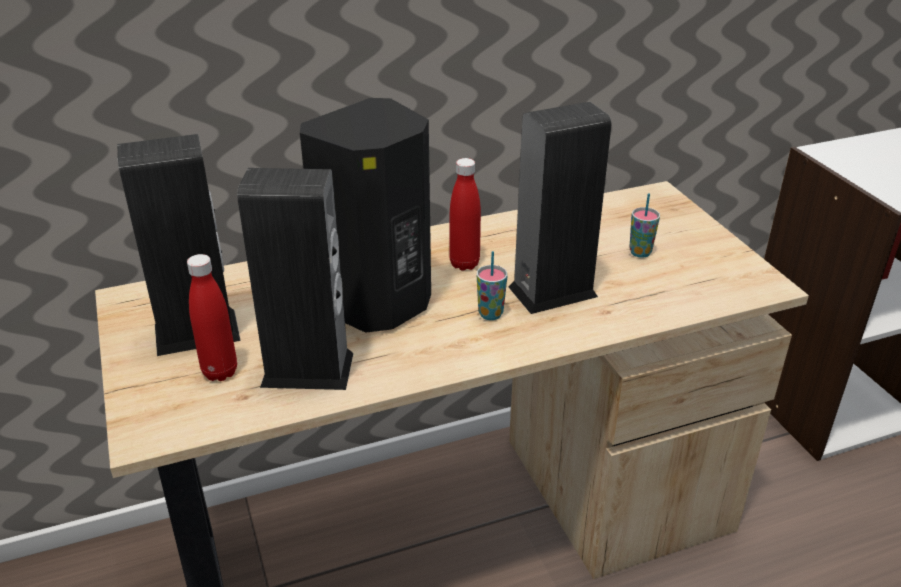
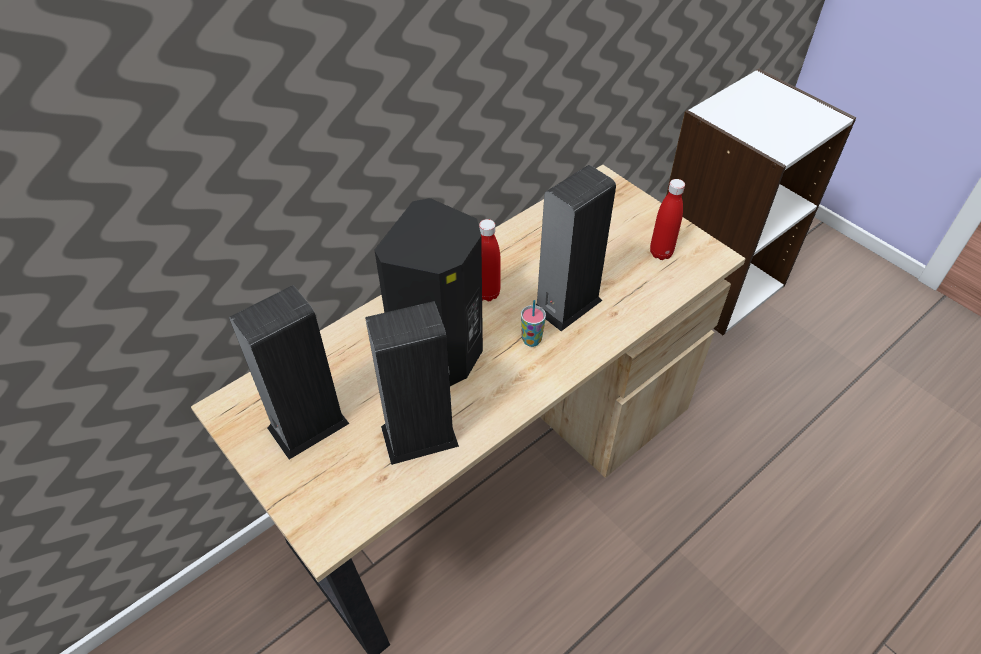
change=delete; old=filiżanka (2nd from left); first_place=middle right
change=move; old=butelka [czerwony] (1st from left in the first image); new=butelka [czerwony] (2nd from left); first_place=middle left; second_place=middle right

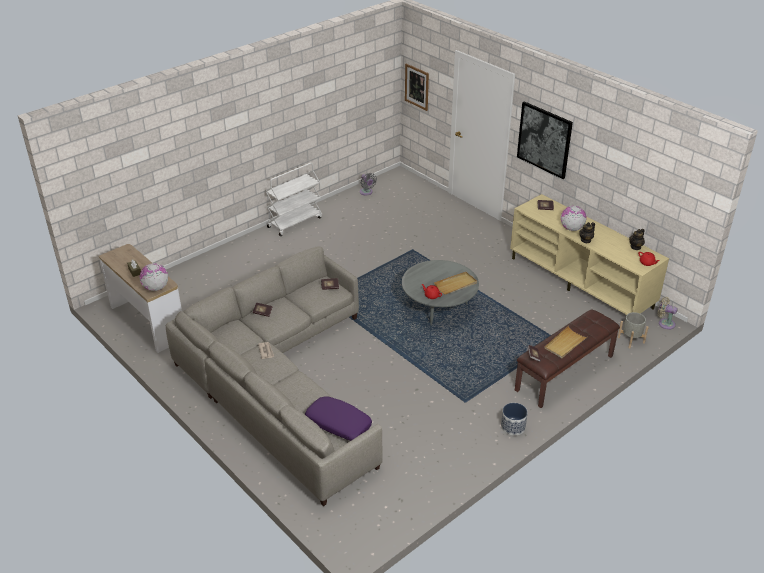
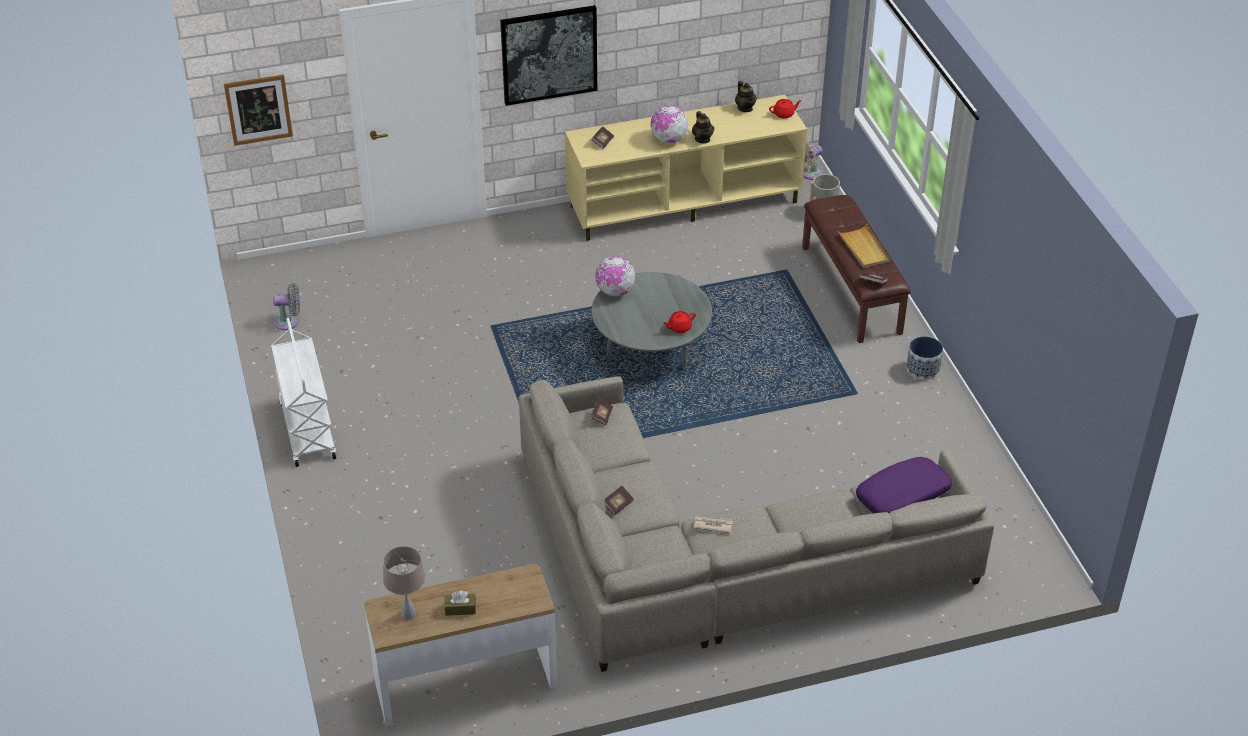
change=delete; old=taca [beżowy] (1st from left); first_place=centre
change=insert; new=lampa stołowa [beżowy]; second_place=bottom left
change=move; old=globus (1st from left); first_place=middle left; second_place=centre

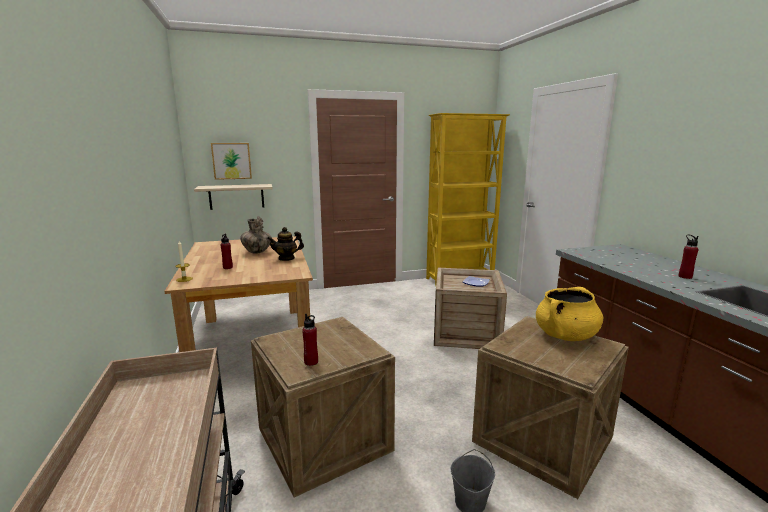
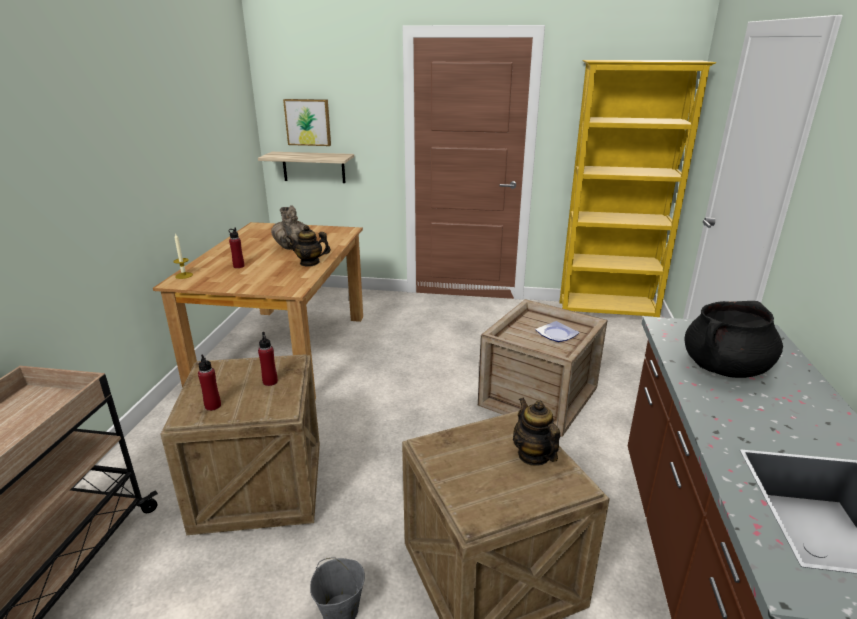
change=insert; new=garnek [czarny]; second_place=middle right
change=move; old=butelka [czerwony] (3rd from left); first_place=middle right; second_place=middle left
change=replace; old=garnek [żółty]; new=imbryk (2nd from left); first_place=middle right; second_place=bottom centre

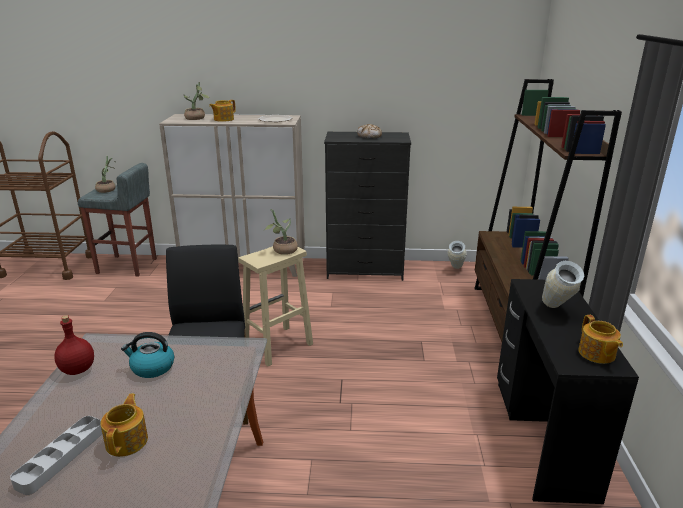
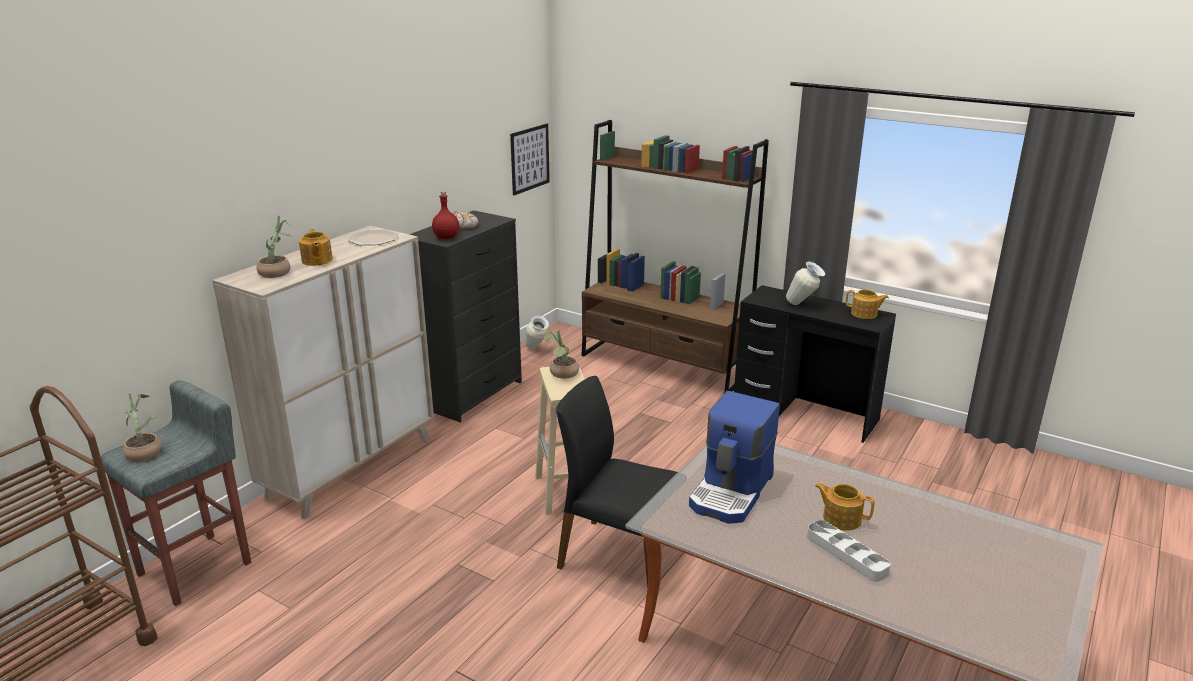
change=insert; new=obraz; second_place=top centre
change=move; old=butelka [czerwony]; first_place=bottom left; second_place=top centre
change=replace; old=czajnik; new=ekspres do kawy; first_place=bottom left; second_place=bottom centre

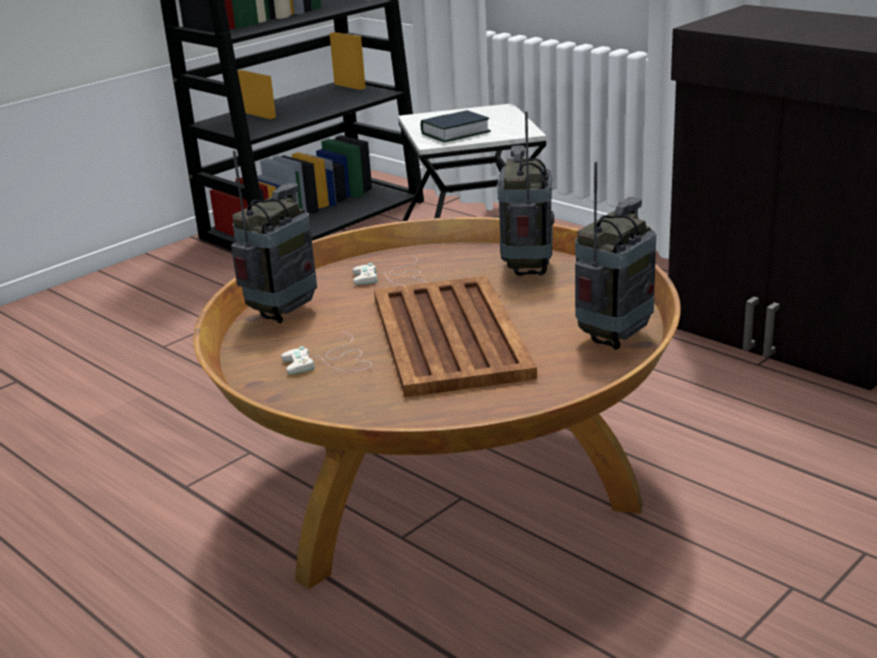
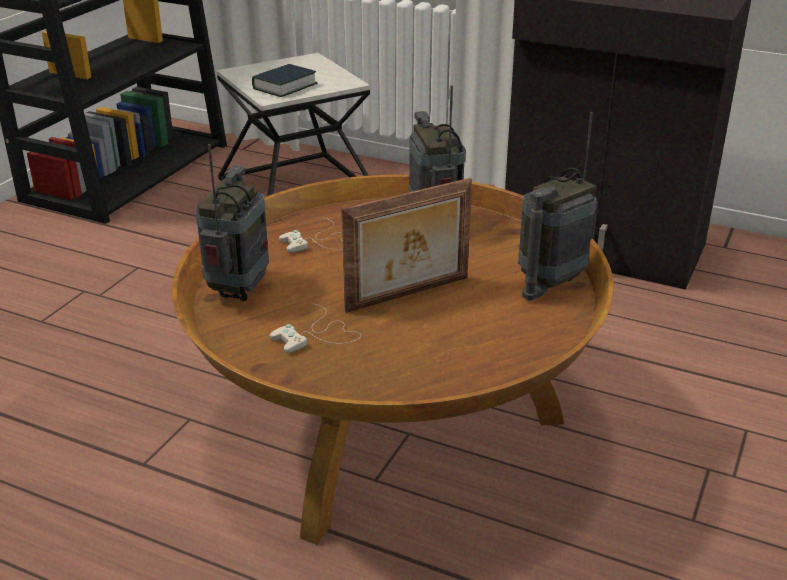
change=replace; old=taca [brązowy]; new=ramka na zdjęcie; first_place=centre; second_place=centre
change=rotate; old=radio (3rd from left); first_place=middle right; second_place=middle right; degrees=-150

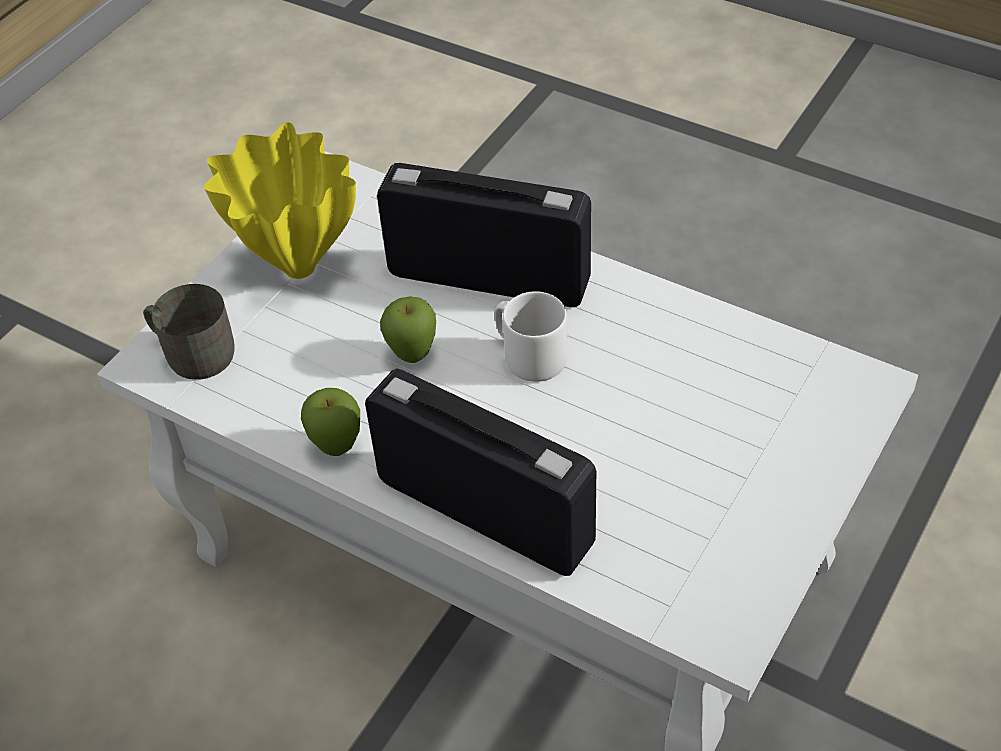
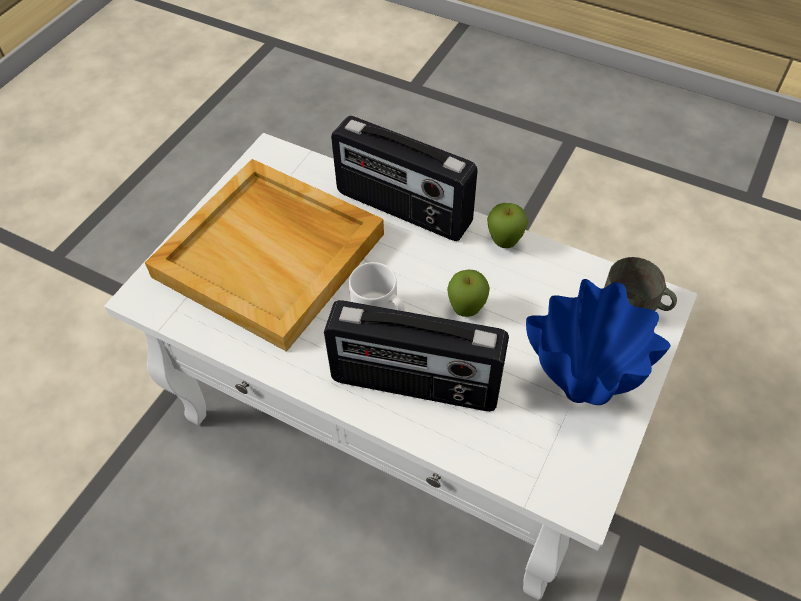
change=insert; new=taca [beżowy]; second_place=middle left
change=recolor; old=wazon [żółty]; new=wazon [niebieski]; first_place=top left; second_place=middle right

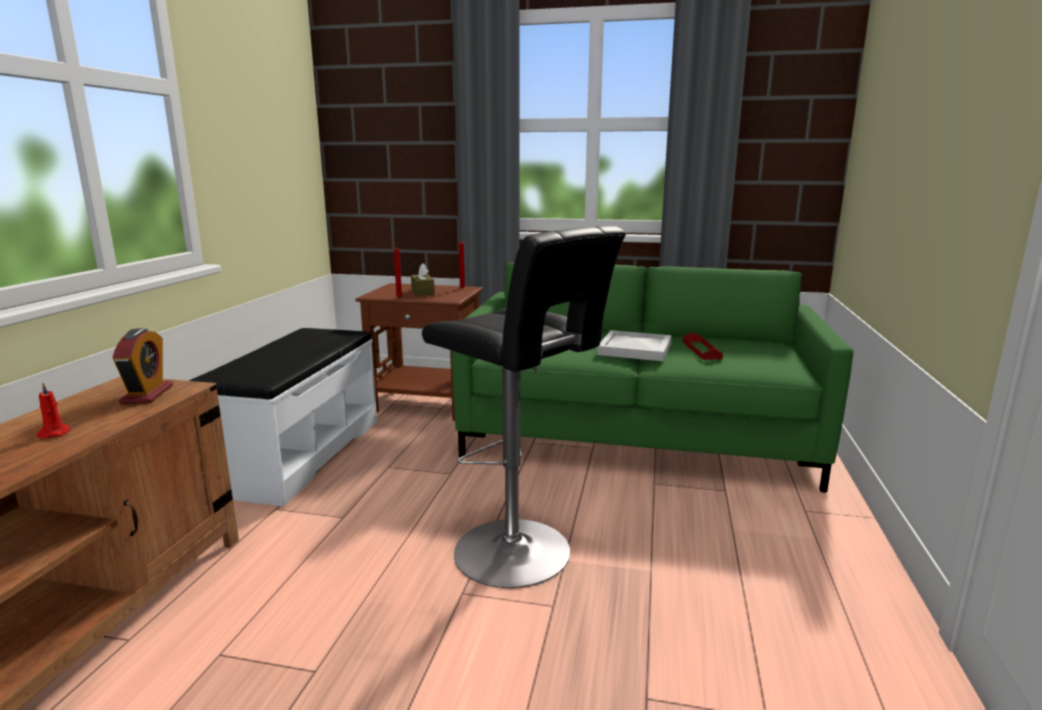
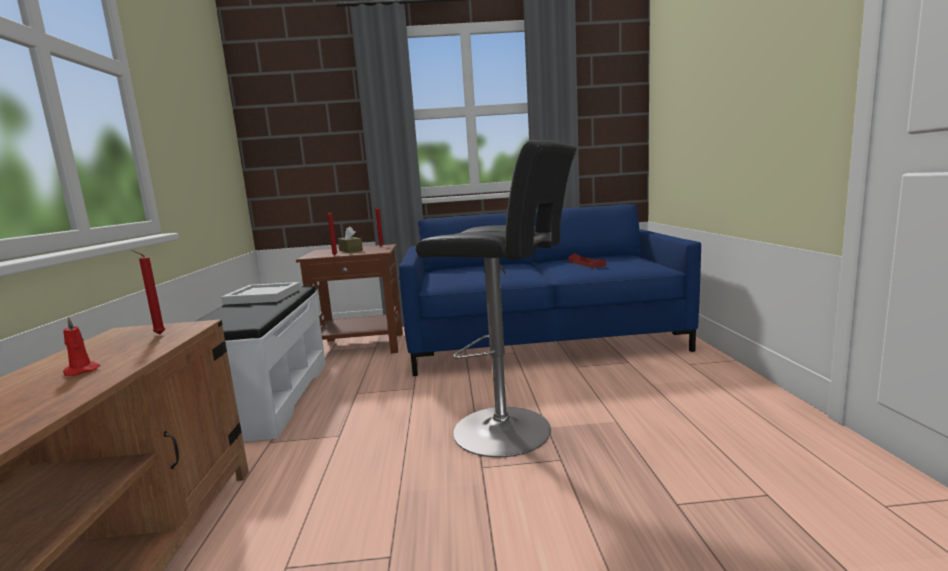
change=move; old=taca [biały]; first_place=centre; second_place=middle left
change=replace; old=budzik; new=świeca [czerwony] (2nd from left); first_place=middle left; second_place=middle left
change=recolor; old=kanapa [zielony]; new=kanapa [niebieski]; first_place=centre; second_place=centre

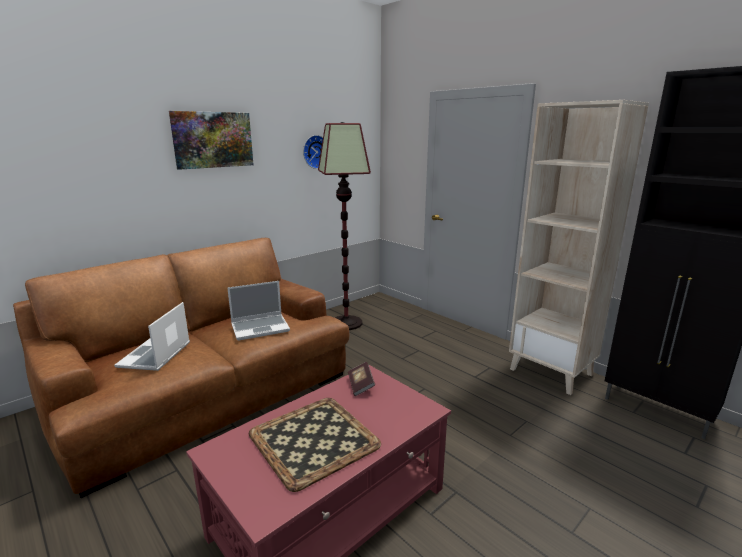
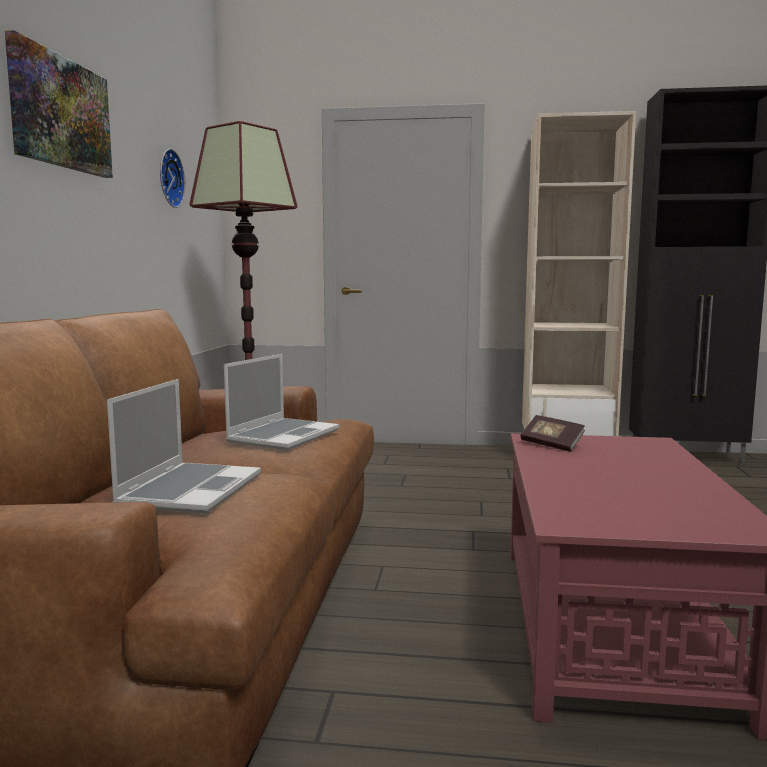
change=delete; old=taca; first_place=bottom centre
change=rotate; old=laptop (1st from left); first_place=middle left; second_place=middle left; degrees=-135

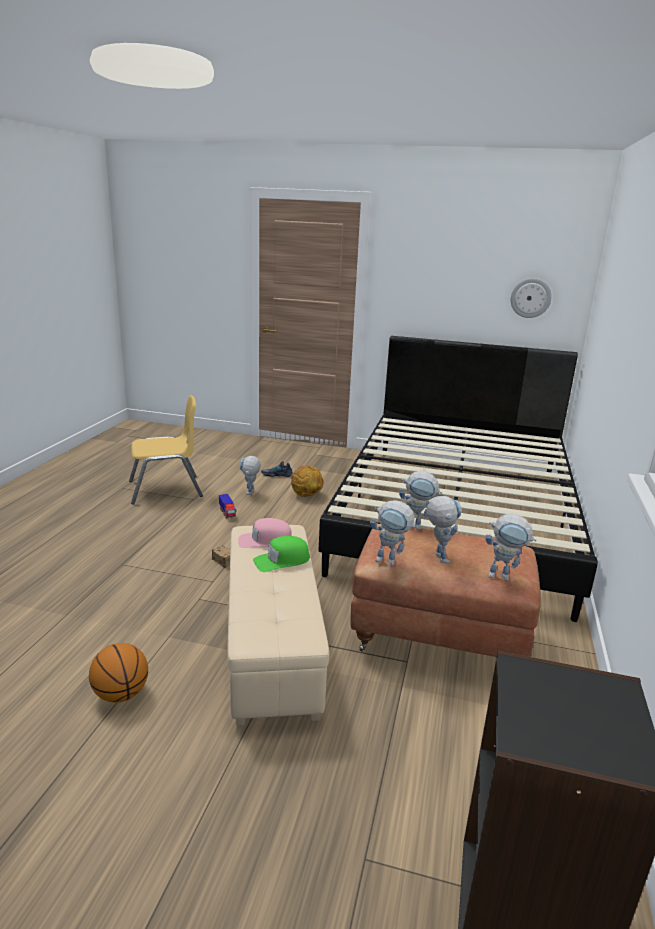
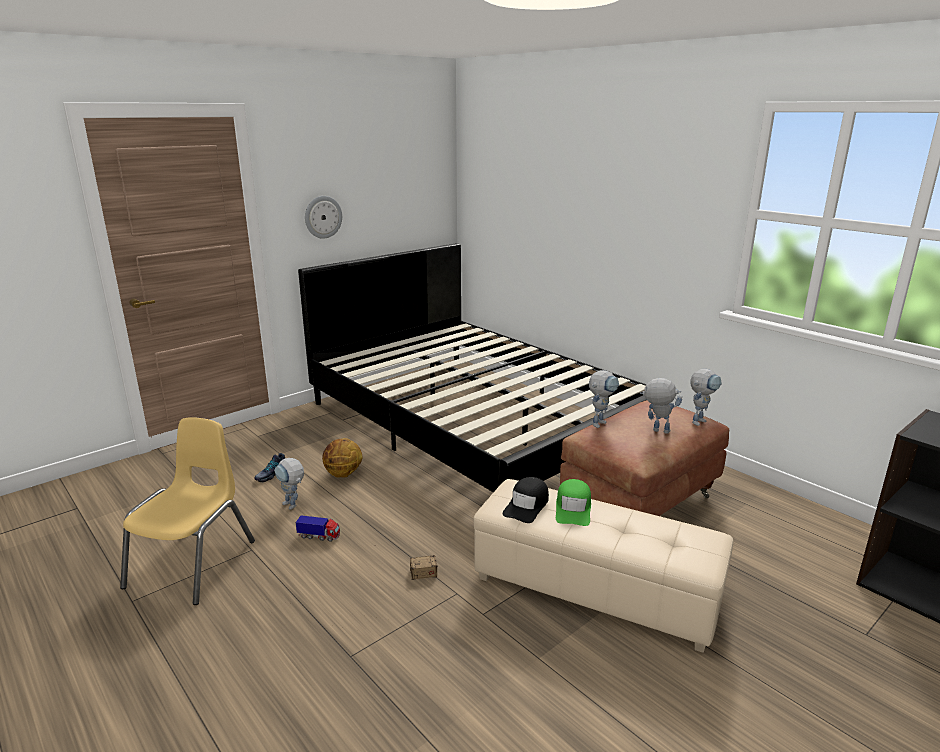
change=delete; old=piłka do koszykówki (1st from left); first_place=bottom left
change=delete; old=robot zabawkowy (2nd from left); first_place=centre
change=move; old=zegar ścienny; first_place=top right; second_place=top centre
change=recolor; old=czapka z daszkiem [różowy]; new=czapka z daszkiem [czarny]; first_place=centre; second_place=centre

